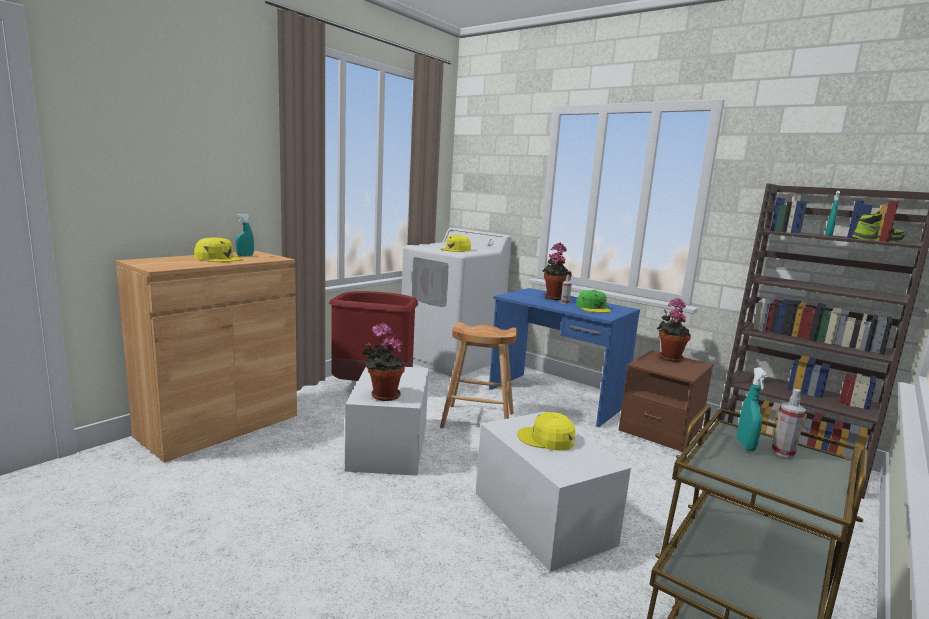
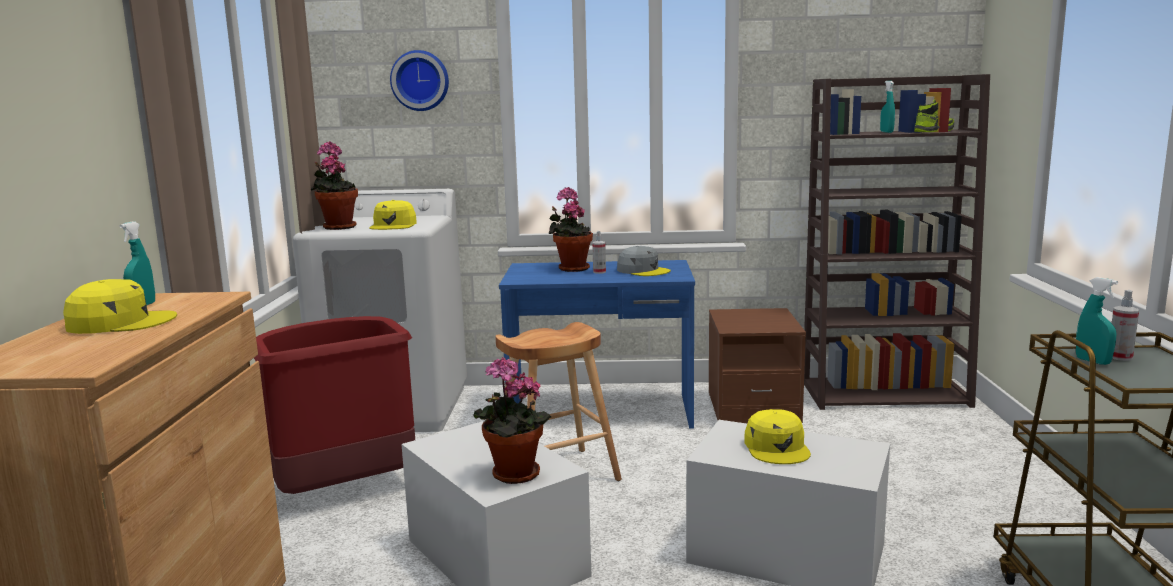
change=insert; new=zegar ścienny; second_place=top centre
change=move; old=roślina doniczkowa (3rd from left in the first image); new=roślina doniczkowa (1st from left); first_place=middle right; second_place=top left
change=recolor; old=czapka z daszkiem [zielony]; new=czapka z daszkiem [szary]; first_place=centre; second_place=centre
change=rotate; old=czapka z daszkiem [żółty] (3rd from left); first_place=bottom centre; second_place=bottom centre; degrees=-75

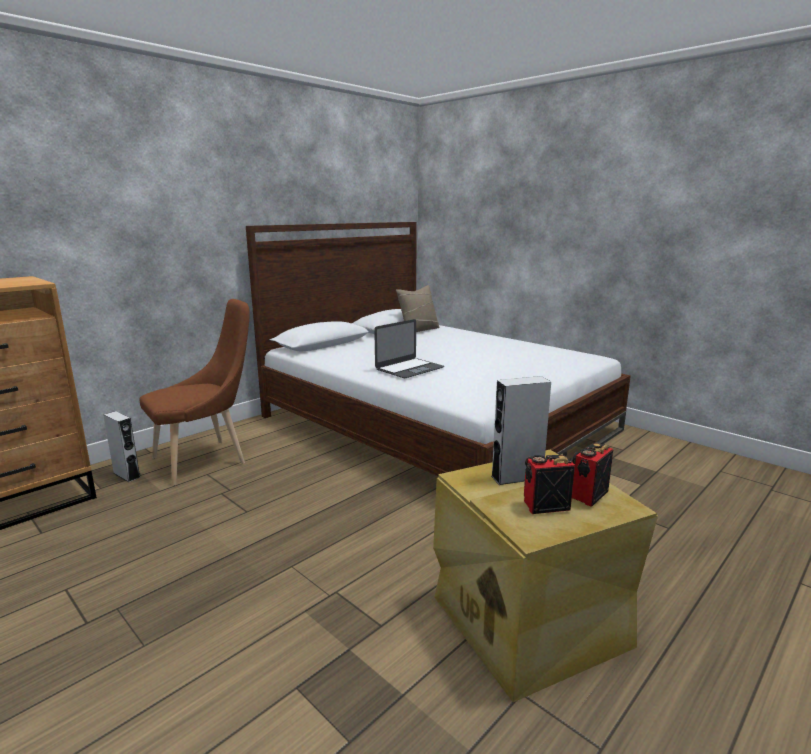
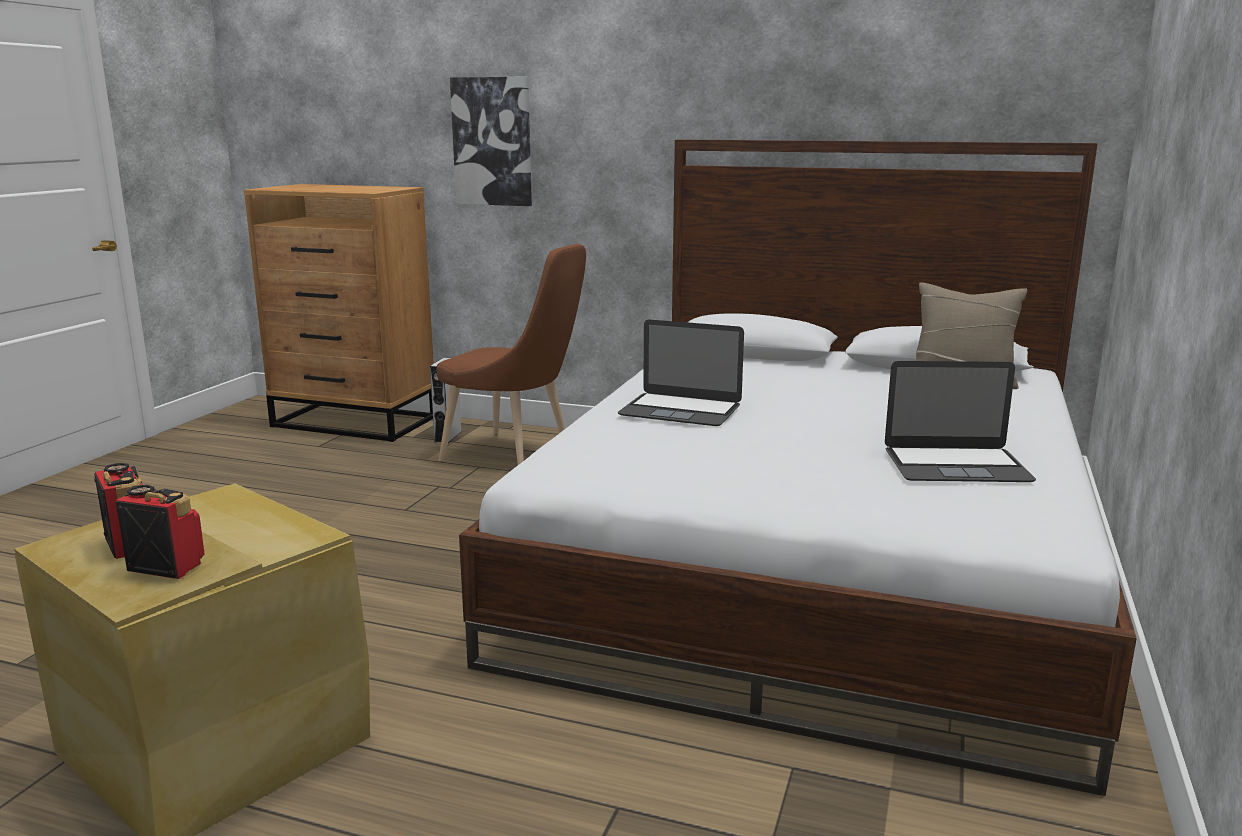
change=delete; old=głośnik [szary] (2nd from left); first_place=centre
change=insert; new=obraz; second_place=top centre
change=insert; new=laptop (2nd from left); second_place=middle right

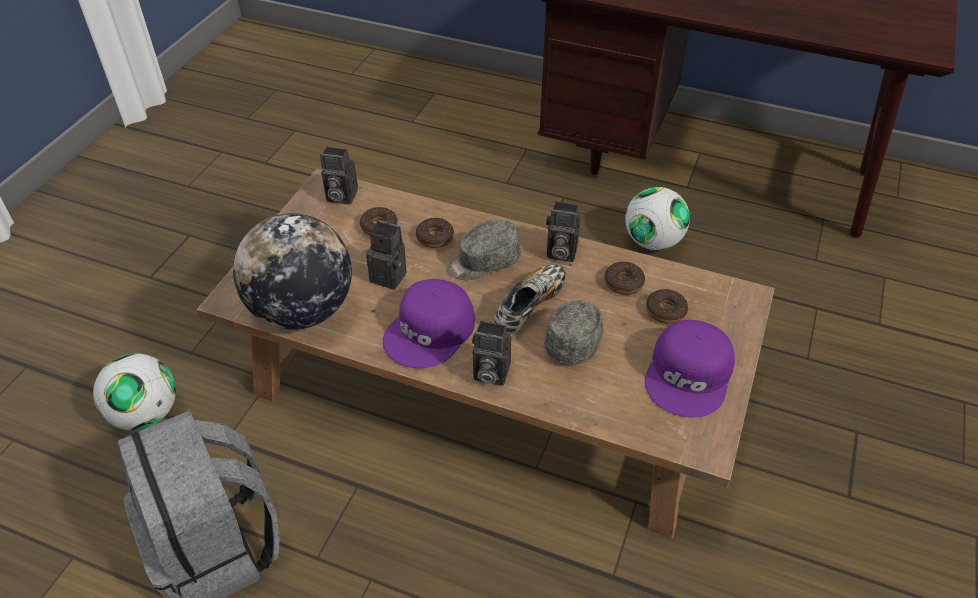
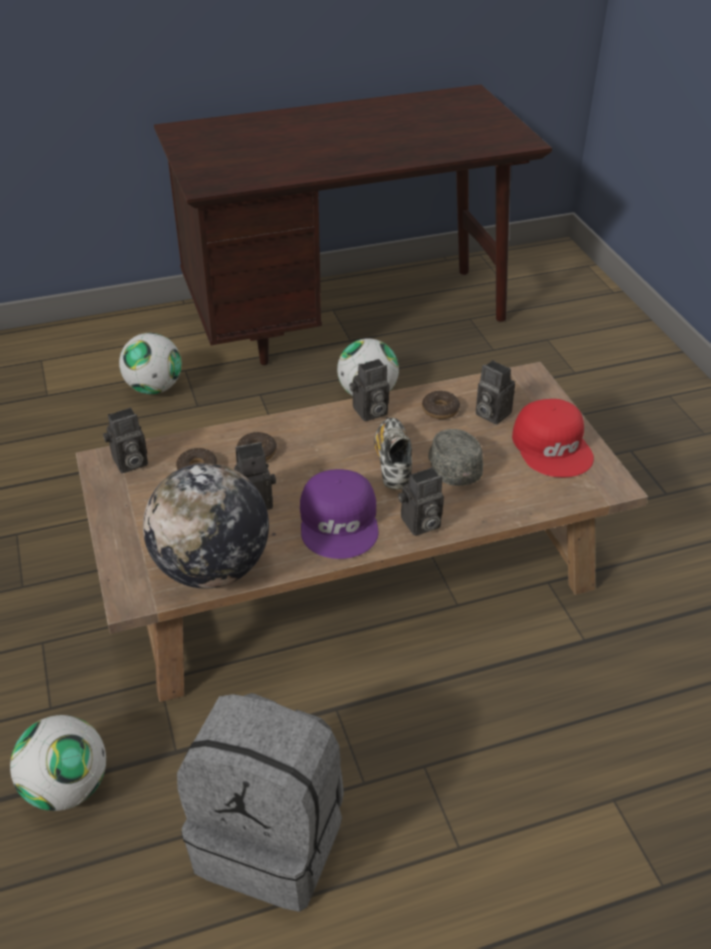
change=delete; old=czapka z daszkiem [szary] (1st from left); first_place=centre
change=insert; new=piłka futbolowa (2nd from left); second_place=middle left
change=replace; old=donut (4th from left); new=aparat fotograficzny (5th from left); first_place=middle right; second_place=middle right
change=recolor; old=czapka z daszkiem [fioletowy] (2nd from left); new=czapka z daszkiem [czerwony]; first_place=middle right; second_place=middle right

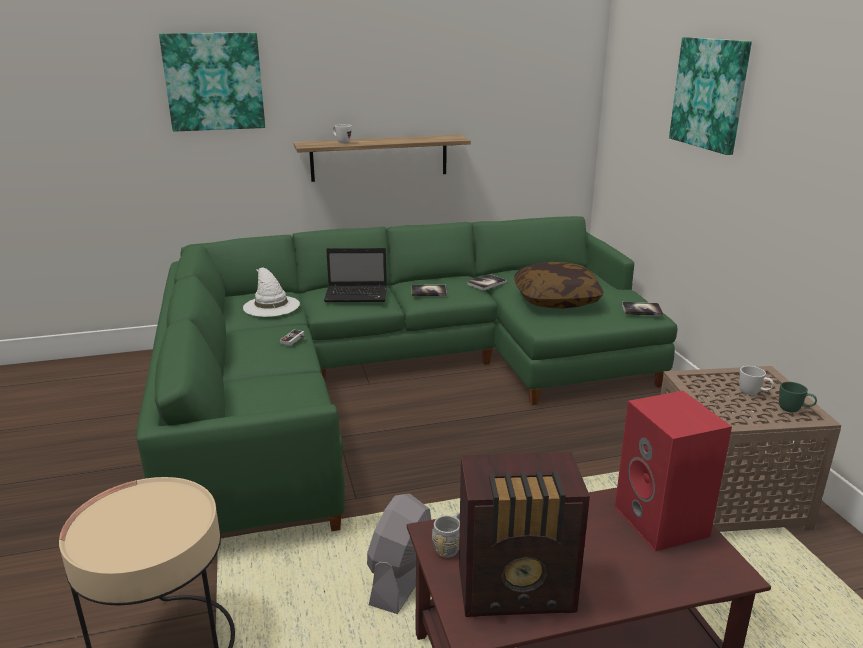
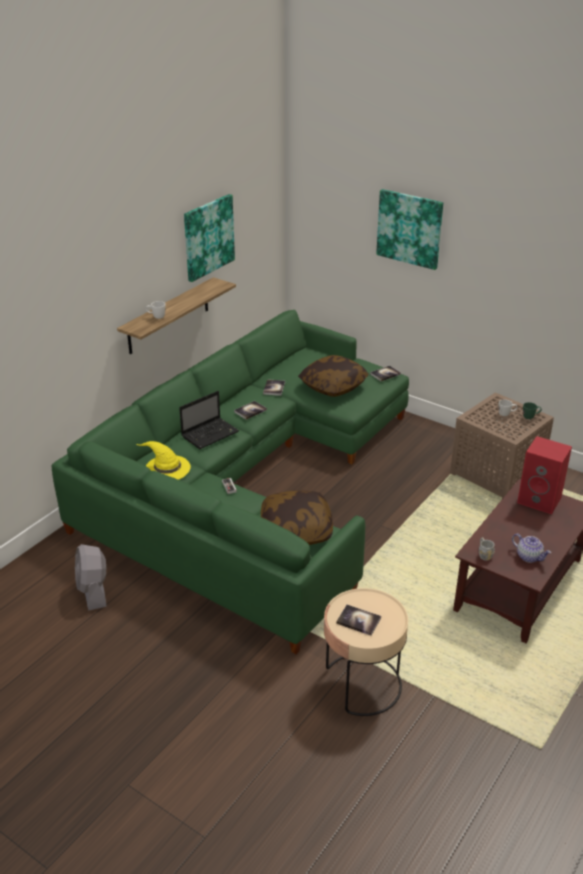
change=insert; new=poduszka (1st from left); second_place=centre
change=insert; new=książka (3rd from left); second_place=bottom centre
change=move; old=obraz (1st from left); first_place=top left; second_place=top centre
change=move; old=wentylator [szary]; first_place=bottom centre; second_place=middle left
change=replace; old=radio; new=imbryk; first_place=bottom centre; second_place=middle right
change=recolor; old=kapelusz [biały]; new=kapelusz [żółty]; first_place=middle left; second_place=middle left

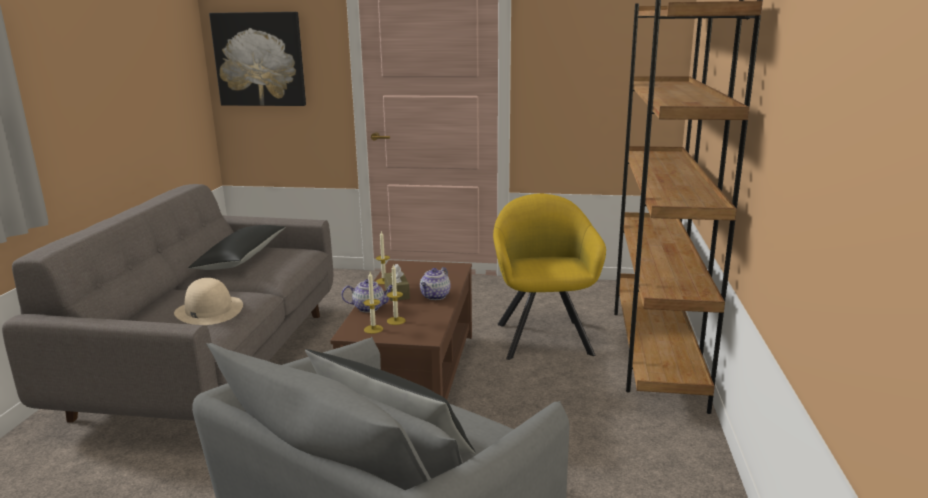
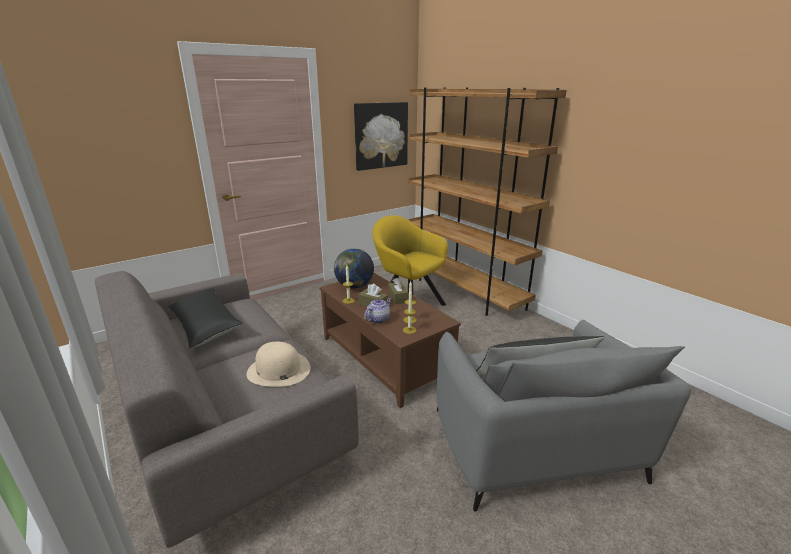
change=insert; new=globus; second_place=centre
change=move; old=obraz; first_place=top left; second_place=top centre
change=replace; old=imbryk (2nd from left); new=pudełko chusteczek [brązowy] (2nd from left); first_place=centre; second_place=centre

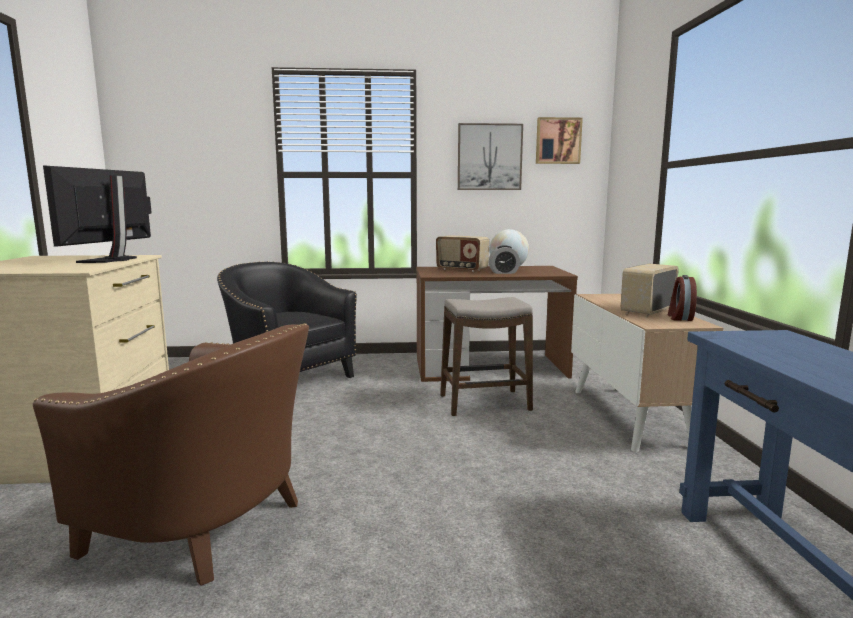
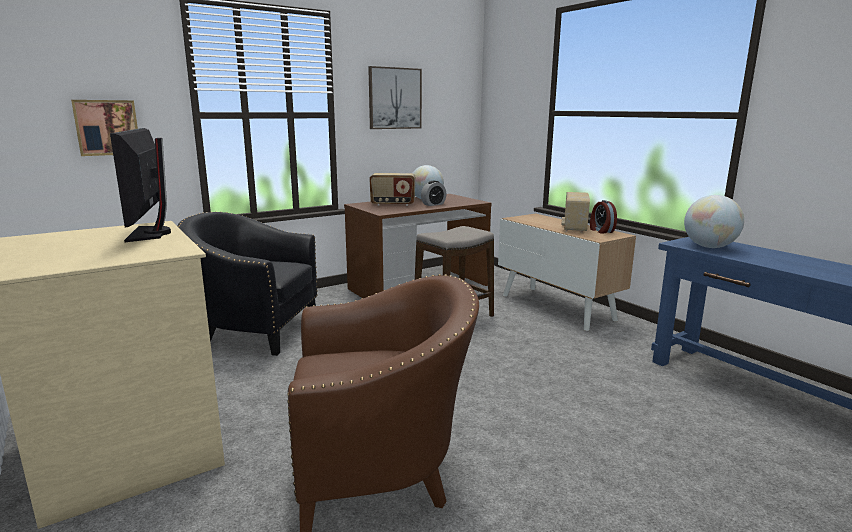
change=insert; new=globus (2nd from left); second_place=middle right
change=move; old=obraz (2nd from left in the first image); new=obraz (1st from left); first_place=top centre; second_place=top left

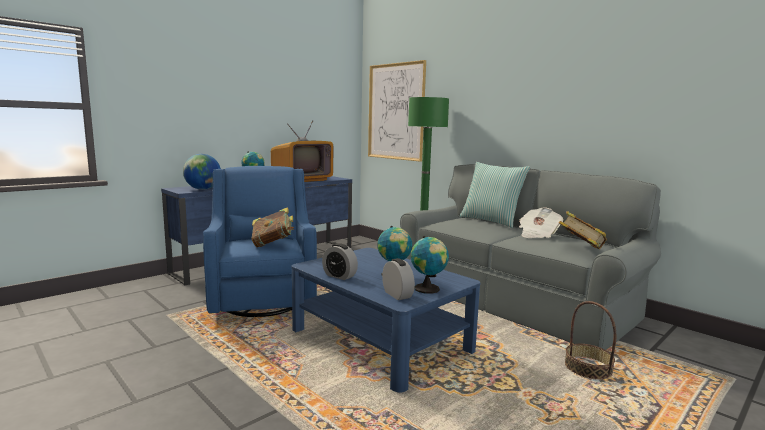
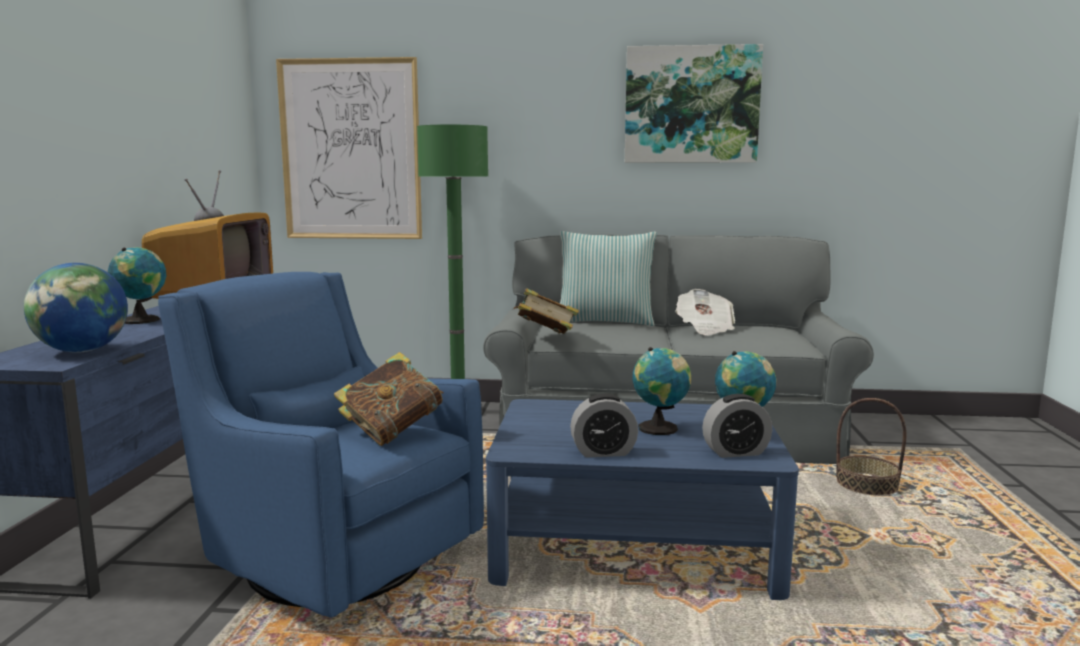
change=insert; new=obraz (2nd from left); second_place=top centre
change=move; old=książka (2nd from left); first_place=middle right; second_place=centre
change=rotate; old=budzik (2nd from left); first_place=centre; second_place=middle right; degrees=150

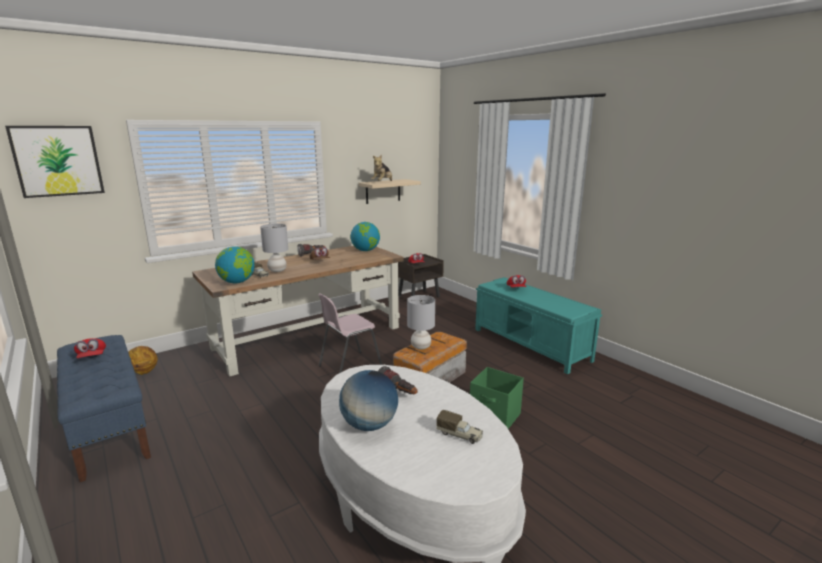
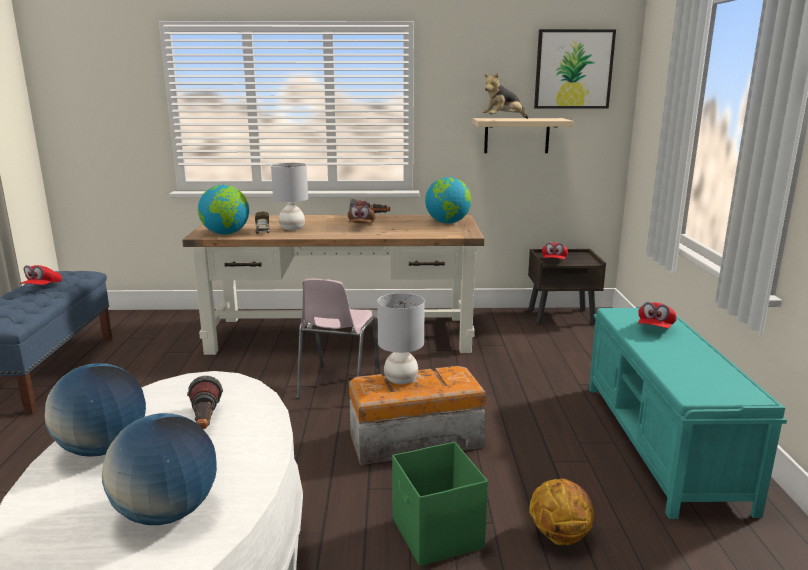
change=move; old=obraz; first_place=top left; second_place=top right
change=move; old=piłka do koszykówki; first_place=middle left; second_place=bottom right
change=replace; old=ciężarówka zabawkowa (2nd from left); new=globus (2nd from left); first_place=bottom centre; second_place=bottom left
change=rotate; old=krzesło [różowy]; first_place=centre; second_place=centre; degrees=-75

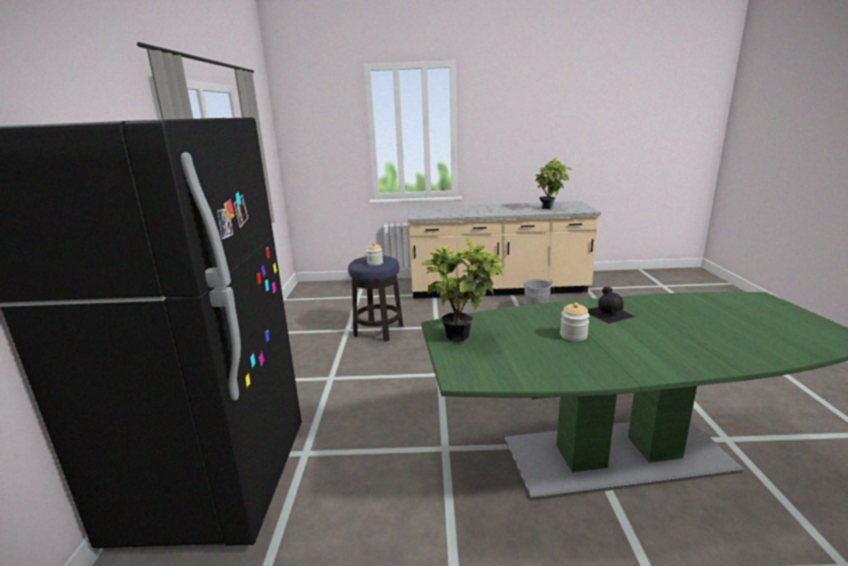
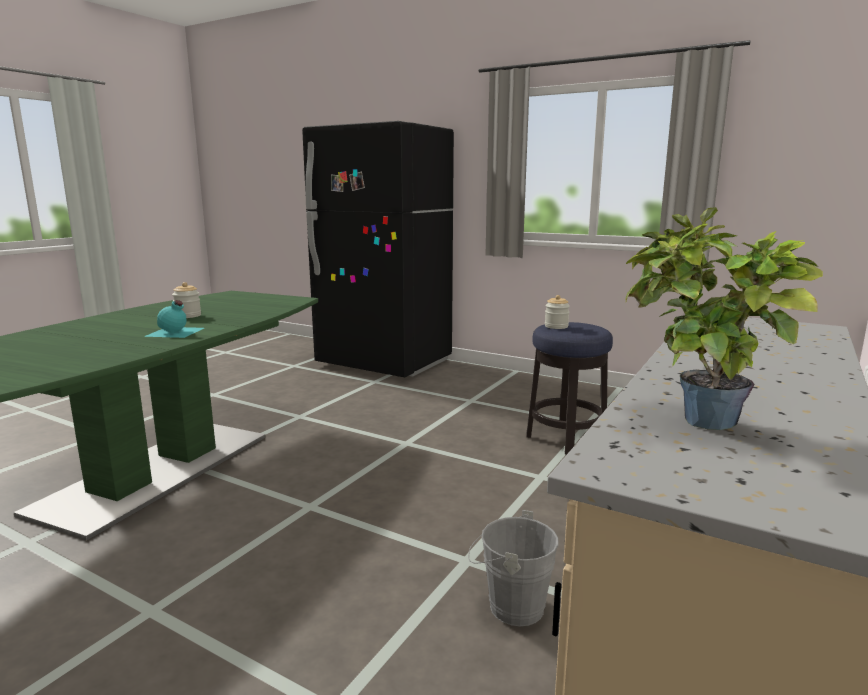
change=delete; old=roślina doniczkowa (1st from left); first_place=centre
change=recolor; old=butelka [czarny]; new=butelka [turkusowy]; first_place=middle right; second_place=middle left

